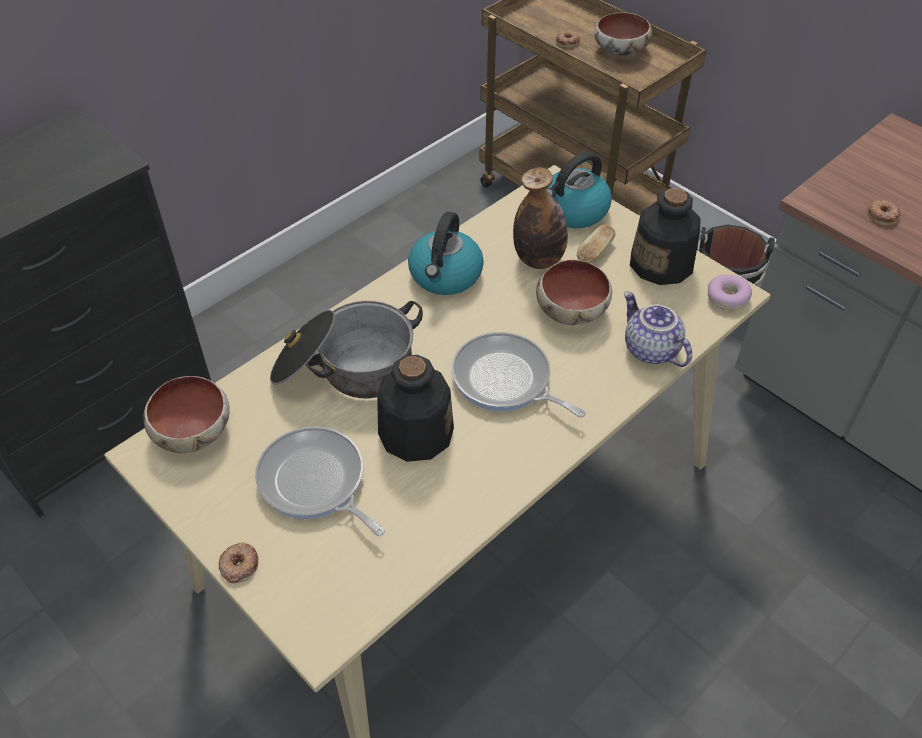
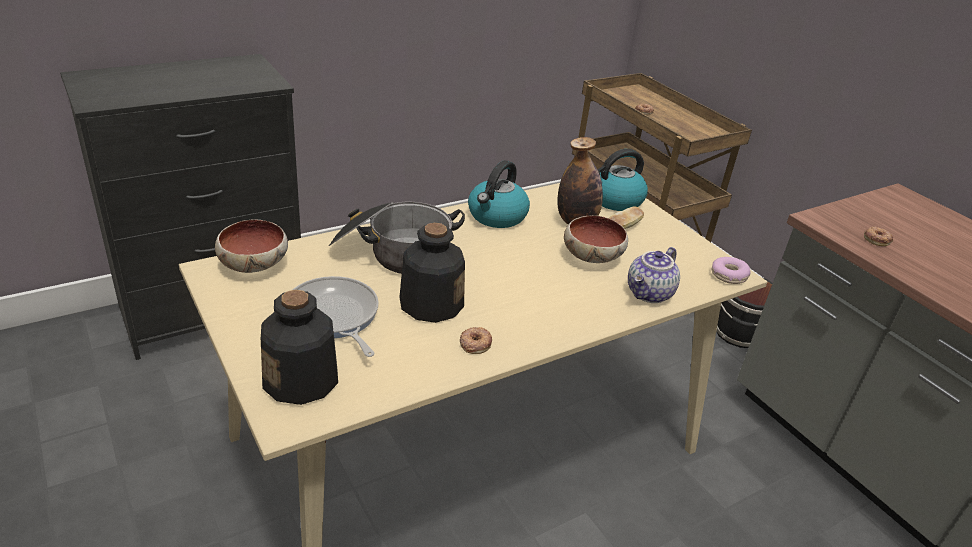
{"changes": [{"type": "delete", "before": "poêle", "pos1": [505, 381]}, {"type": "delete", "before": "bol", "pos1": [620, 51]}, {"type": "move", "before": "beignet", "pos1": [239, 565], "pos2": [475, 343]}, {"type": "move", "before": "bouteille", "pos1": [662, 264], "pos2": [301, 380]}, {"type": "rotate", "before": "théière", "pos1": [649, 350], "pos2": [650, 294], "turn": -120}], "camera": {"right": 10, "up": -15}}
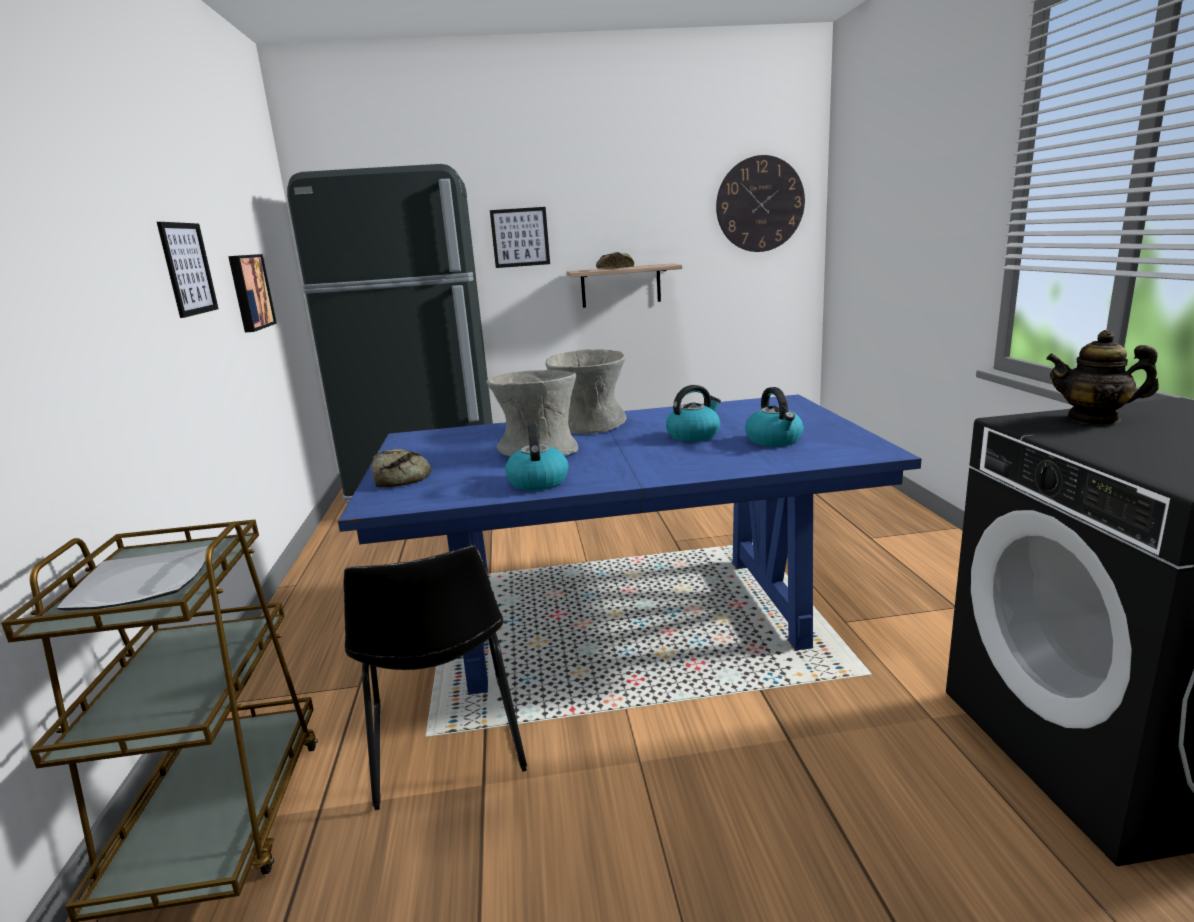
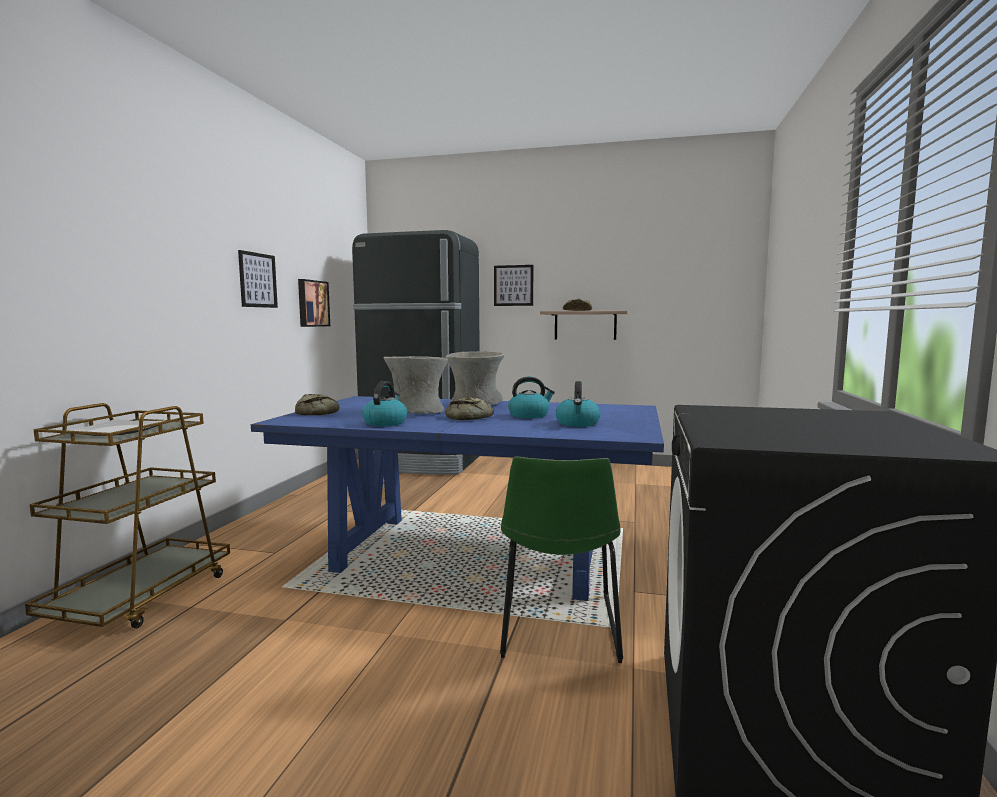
{"changes": [{"type": "delete", "before": "chaise [noir]", "pos1": [446, 743]}, {"type": "delete", "before": "horloge murale", "pos1": [760, 204]}, {"type": "delete", "before": "théière", "pos1": [1093, 419]}, {"type": "insert", "after": "pain", "pos2": [470, 417]}, {"type": "insert", "after": "chaise [vert]", "pos2": [559, 629]}], "camera": {"right": 20, "up": -10}}
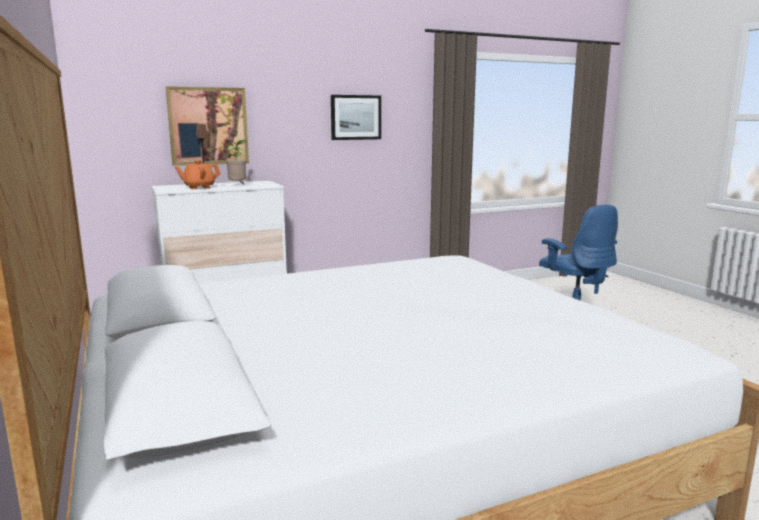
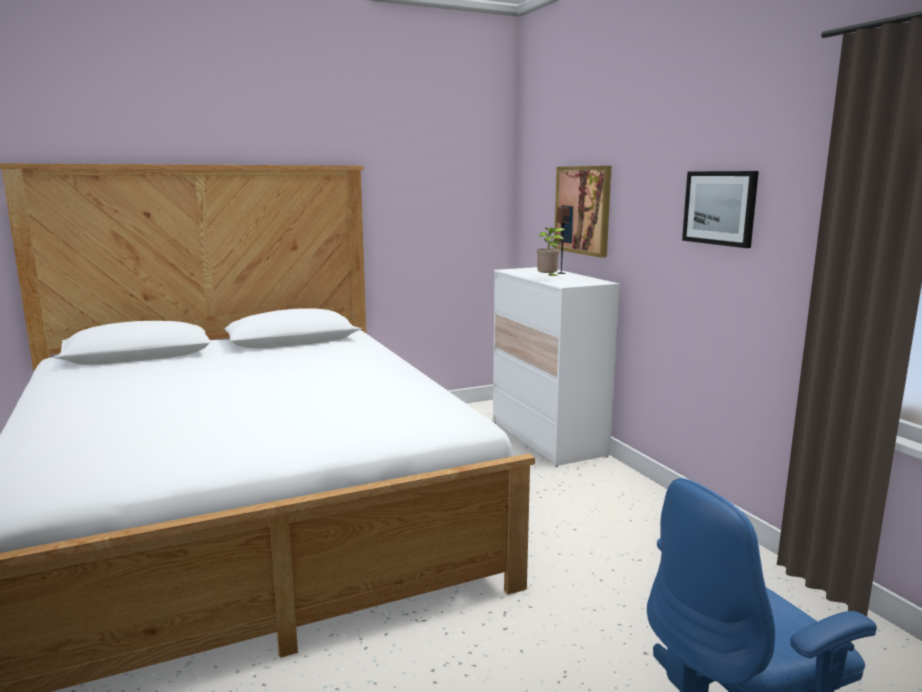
{"changes": [{"type": "delete", "before": "théière [orange]", "pos1": [199, 187]}], "camera": {"right": 90, "up": 0}}
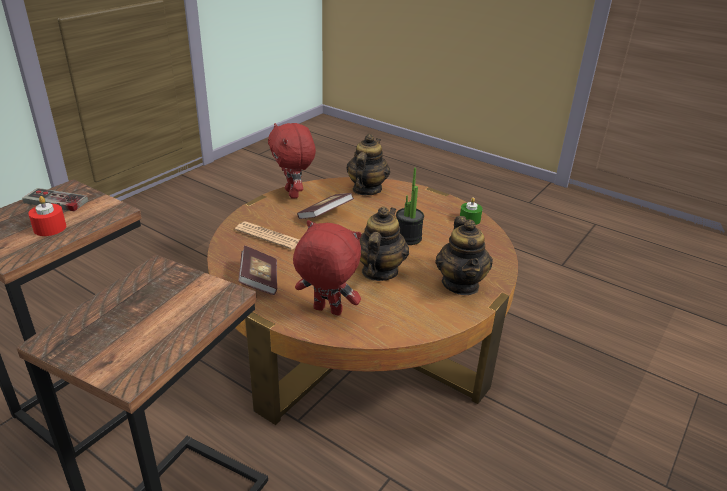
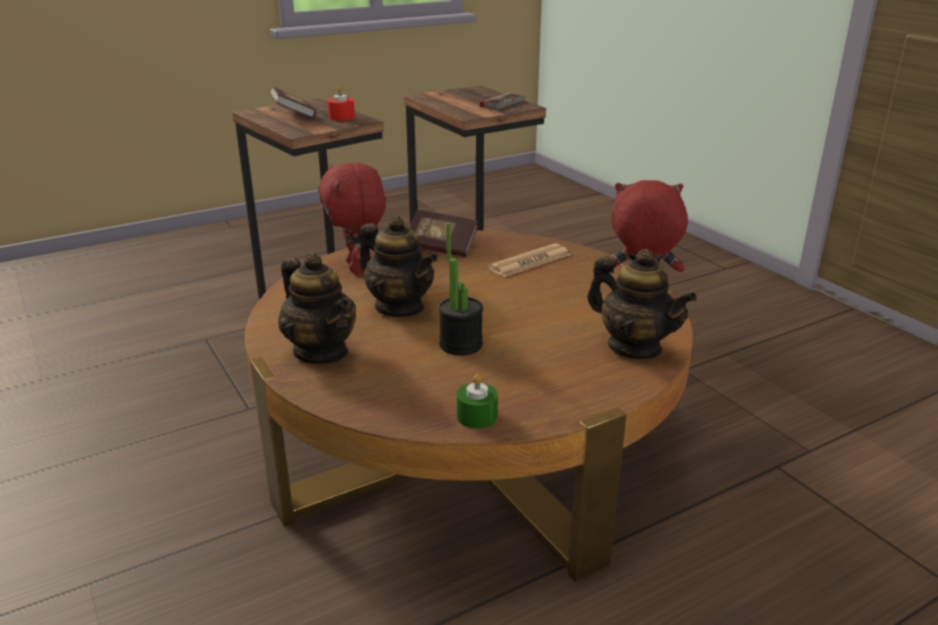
{"changes": [{"type": "move", "before": "bougie [rouge]", "pos1": [50, 228], "pos2": [341, 117]}, {"type": "move", "before": "livre", "pos1": [325, 215], "pos2": [293, 116]}, {"type": "rotate", "before": "peluche [rouge]", "pos1": [326, 311], "pos2": [358, 268], "turn": 120}, {"type": "rotate", "before": "théière", "pos1": [461, 284], "pos2": [321, 352], "turn": -150}], "camera": {"right": 115, "up": -5}}
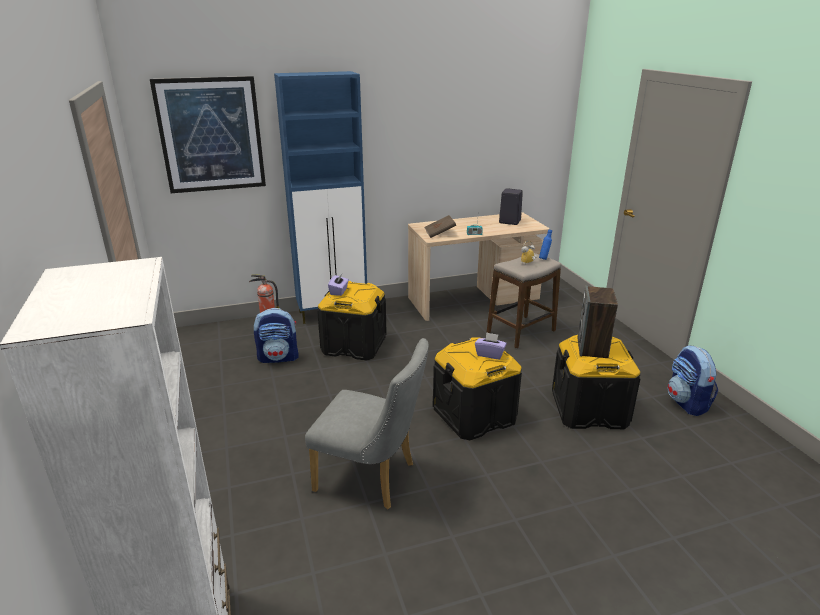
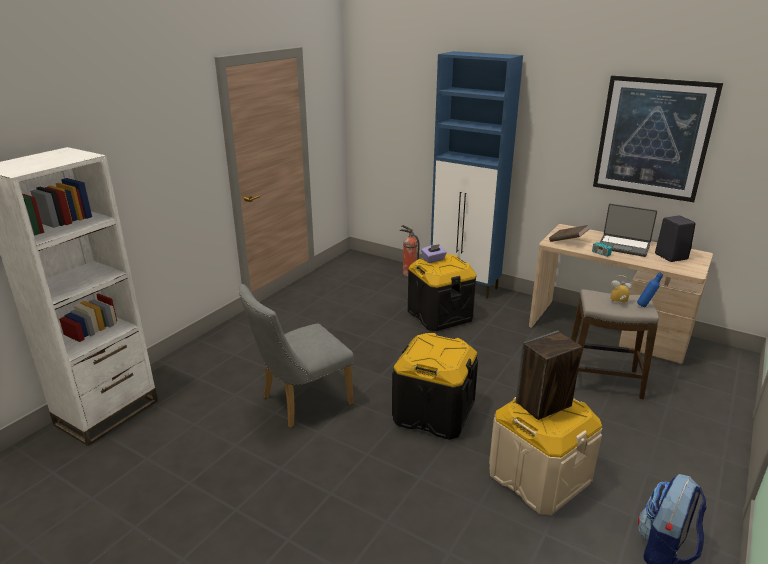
{"changes": [{"type": "delete", "before": "sac à dos", "pos1": [279, 357]}, {"type": "delete", "before": "boîte à mouchoirs [violet]", "pos1": [490, 354]}, {"type": "insert", "after": "ordinateur portable", "pos2": [624, 246]}, {"type": "move", "before": "tableau", "pos1": [211, 135], "pos2": [653, 138]}, {"type": "recolor", "before": "boîte de rangement [noir]", "after": "boîte de rangement [beige]", "pos1": [589, 410], "pos2": [539, 477]}, {"type": "rotate", "before": "chaise [gris]", "pos1": [372, 478], "pos2": [301, 402], "turn": 75}], "camera": {"right": 50, "up": 0}}
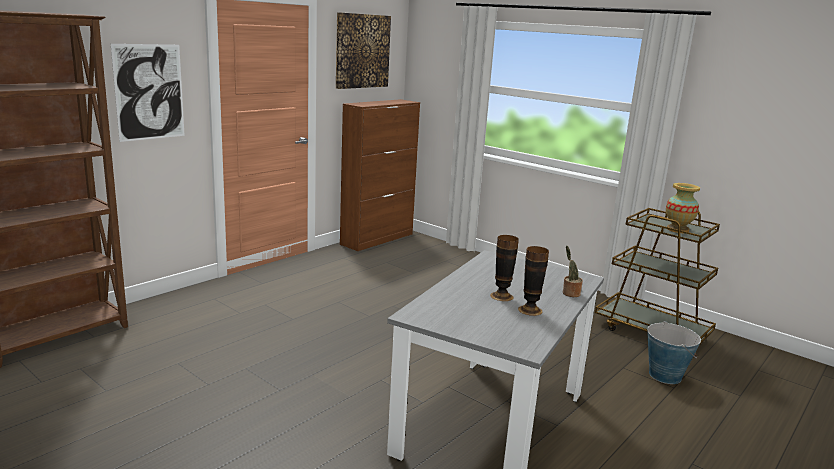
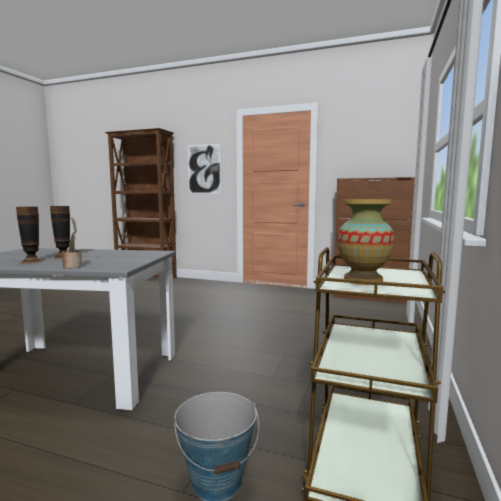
{"changes": [{"type": "delete", "before": "tableau", "pos1": [362, 51]}], "camera": {"right": 70, "up": -10}}
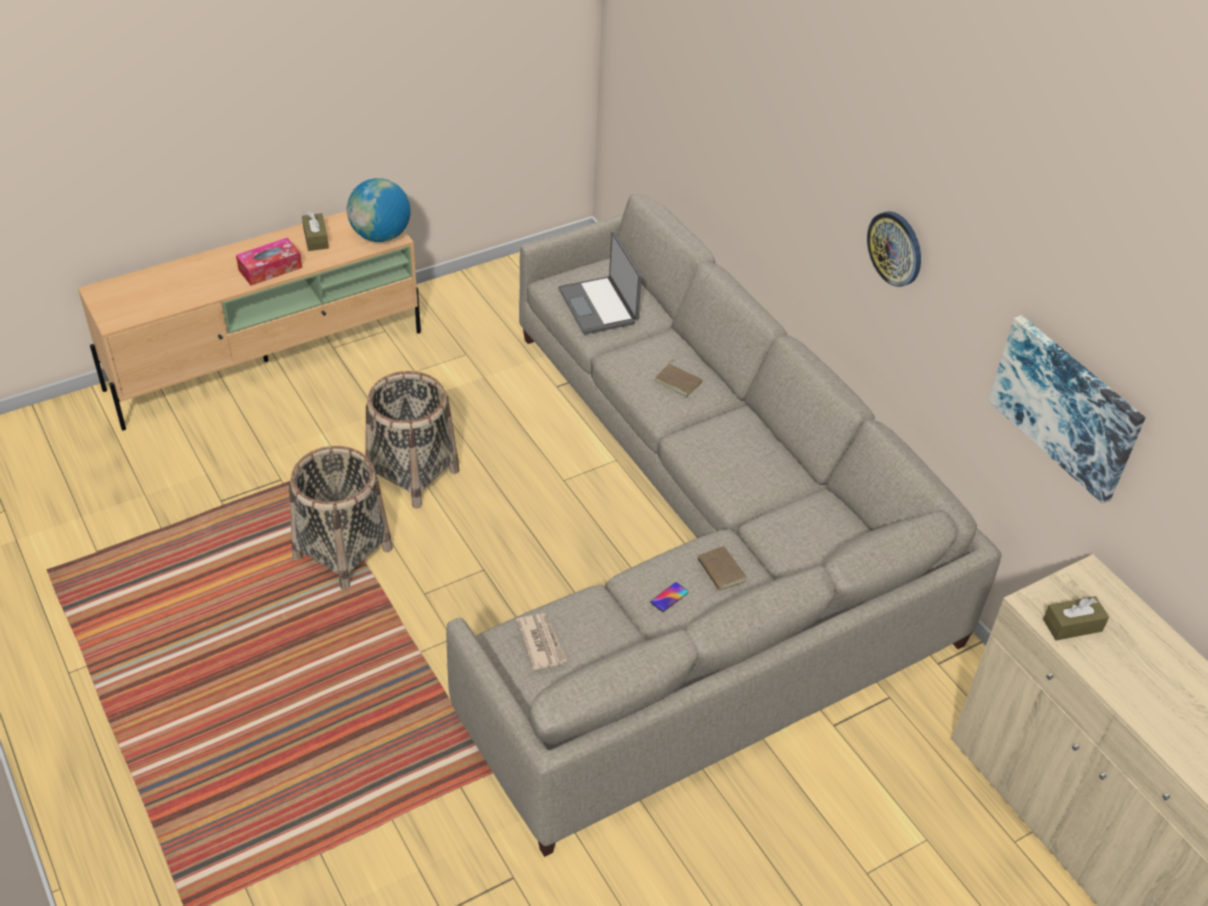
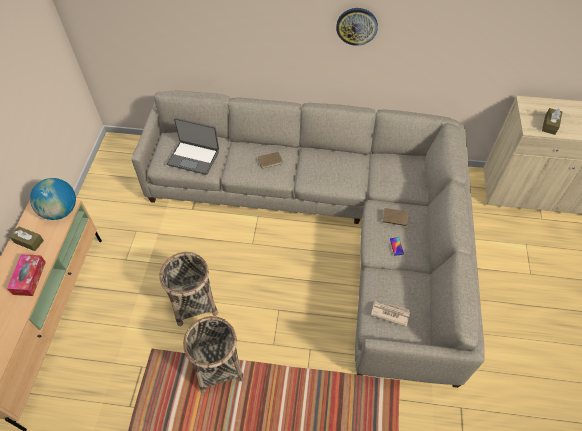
{"changes": [{"type": "delete", "before": "tableau", "pos1": [1066, 406]}], "camera": {"right": -50, "up": 10}}
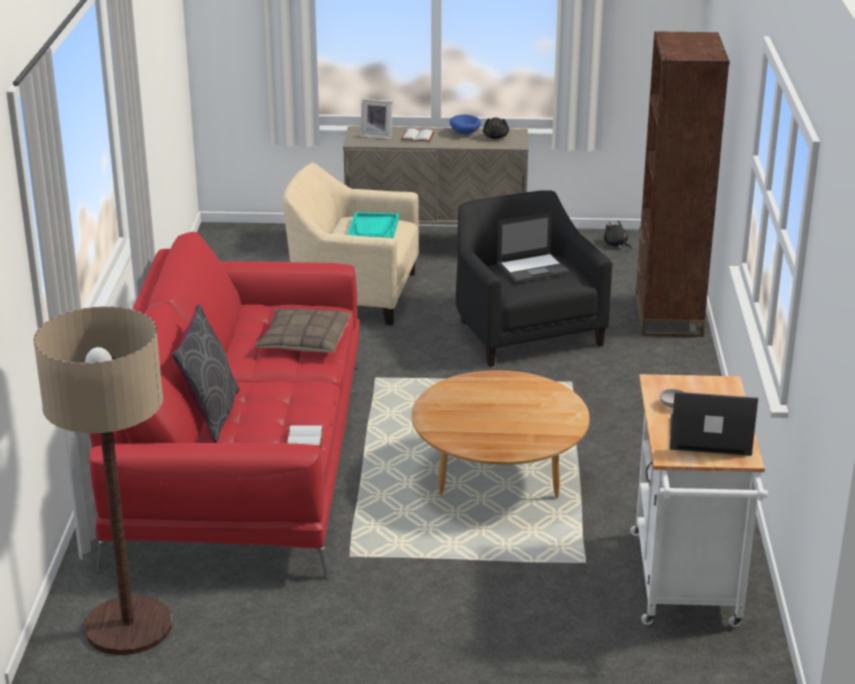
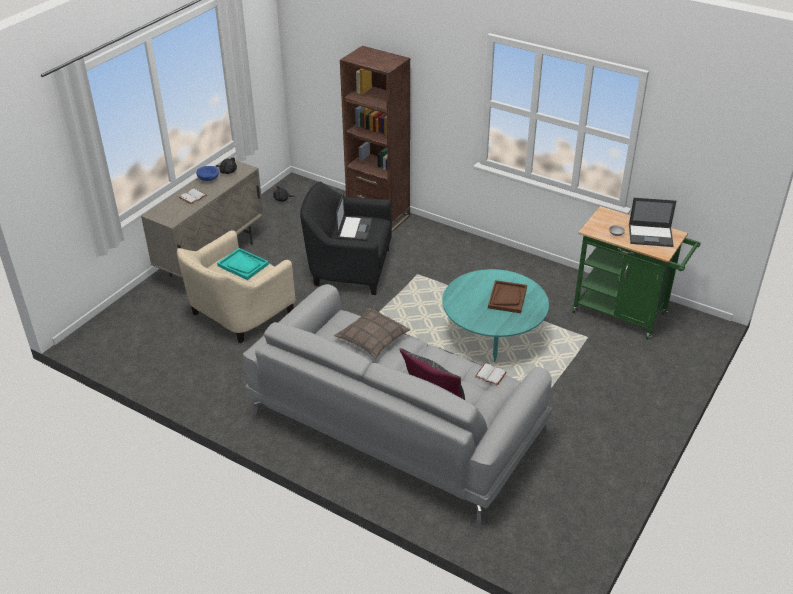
{"changes": [{"type": "delete", "before": "lampadaire", "pos1": [128, 626]}, {"type": "delete", "before": "cadre photo", "pos1": [377, 136]}, {"type": "insert", "after": "plateau [marron]", "pos2": [507, 298]}, {"type": "recolor", "before": "canapé [rouge]", "after": "canapé [gris]", "pos1": [243, 456], "pos2": [395, 424]}, {"type": "recolor", "before": "table basse [marron]", "after": "table basse [turquoise]", "pos1": [498, 478], "pos2": [492, 335]}, {"type": "recolor", "before": "chariot [blanc]", "after": "chariot [vert]", "pos1": [686, 586], "pos2": [625, 314]}, {"type": "rotate", "before": "ordinateur portable", "pos1": [709, 436], "pos2": [651, 235], "turn": -120}], "camera": {"right": -60, "up": 10}}
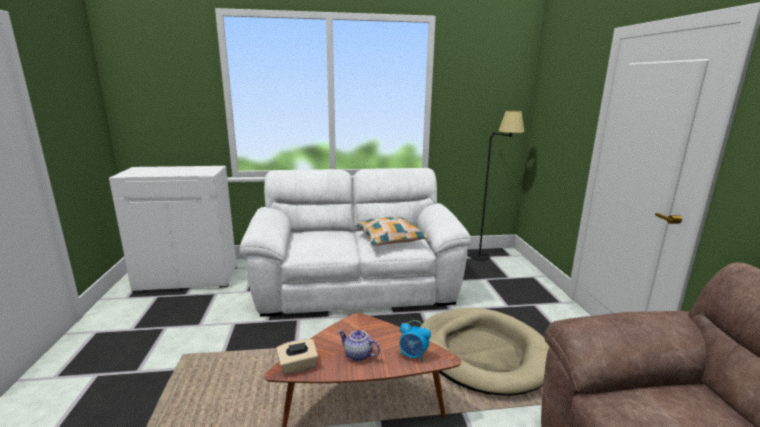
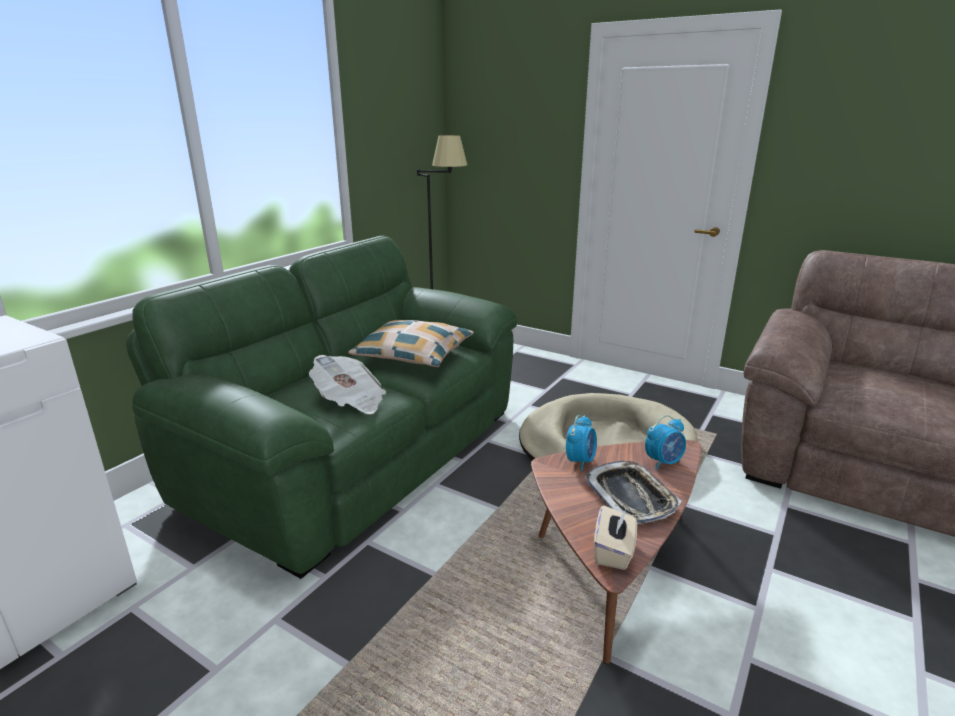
{"changes": [{"type": "insert", "after": "journal", "pos2": [350, 401]}, {"type": "insert", "after": "réveil", "pos2": [580, 461]}, {"type": "replace", "before": "théière", "after": "plateau", "pos1": [357, 355], "pos2": [630, 497]}, {"type": "recolor", "before": "canapé [blanc]", "after": "canapé [vert]", "pos1": [355, 284], "pos2": [356, 454]}], "camera": {"right": -50, "up": 5}}
